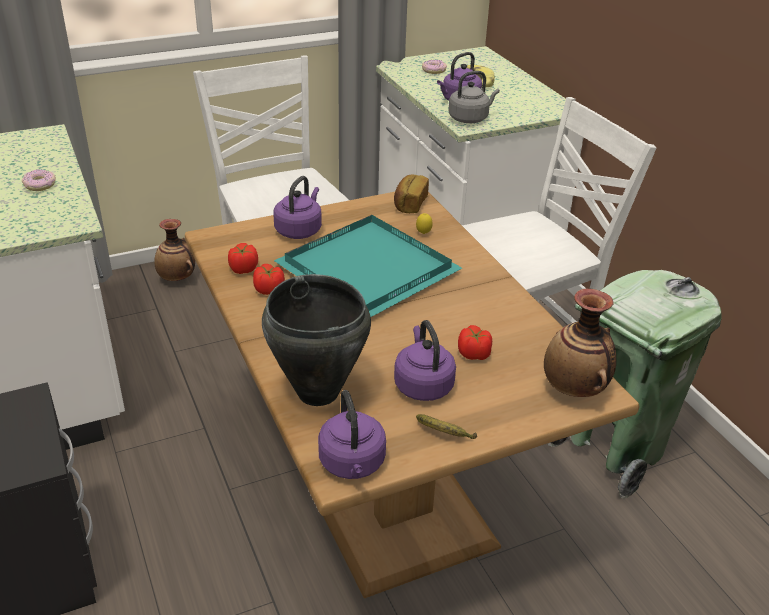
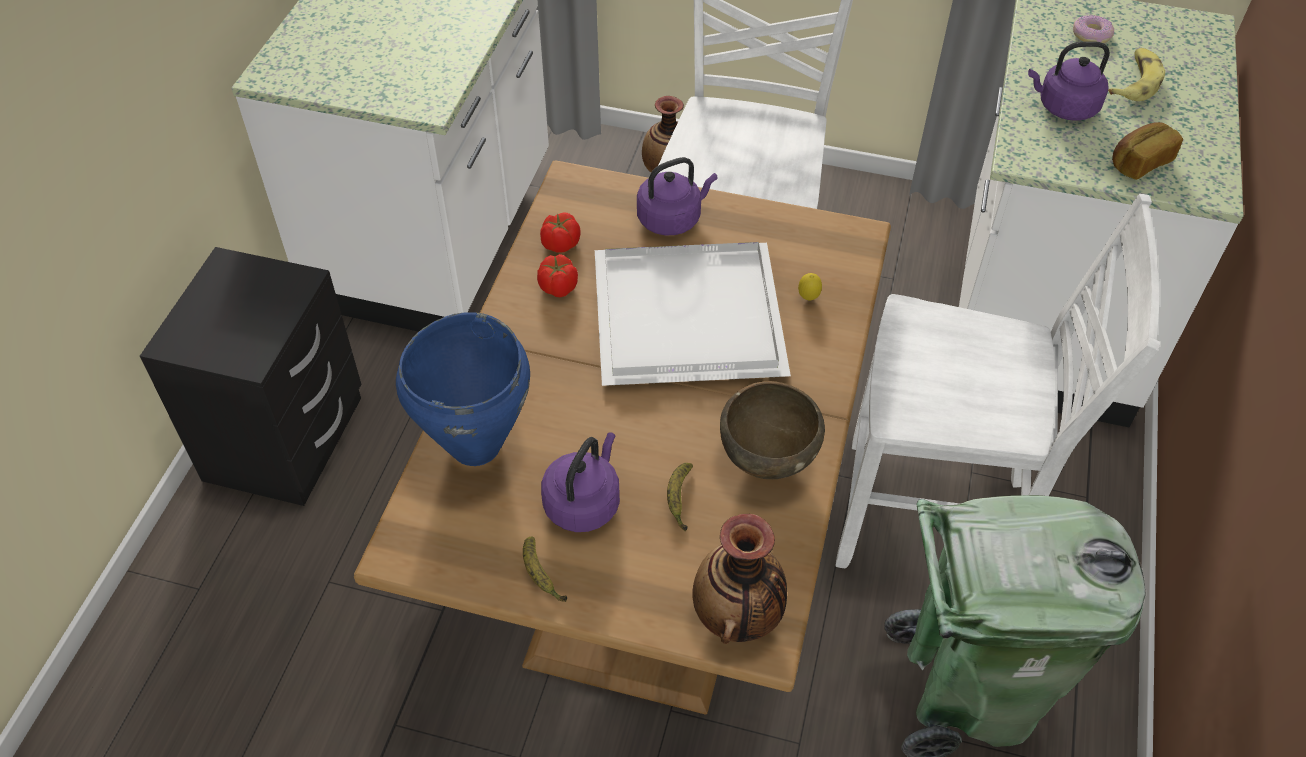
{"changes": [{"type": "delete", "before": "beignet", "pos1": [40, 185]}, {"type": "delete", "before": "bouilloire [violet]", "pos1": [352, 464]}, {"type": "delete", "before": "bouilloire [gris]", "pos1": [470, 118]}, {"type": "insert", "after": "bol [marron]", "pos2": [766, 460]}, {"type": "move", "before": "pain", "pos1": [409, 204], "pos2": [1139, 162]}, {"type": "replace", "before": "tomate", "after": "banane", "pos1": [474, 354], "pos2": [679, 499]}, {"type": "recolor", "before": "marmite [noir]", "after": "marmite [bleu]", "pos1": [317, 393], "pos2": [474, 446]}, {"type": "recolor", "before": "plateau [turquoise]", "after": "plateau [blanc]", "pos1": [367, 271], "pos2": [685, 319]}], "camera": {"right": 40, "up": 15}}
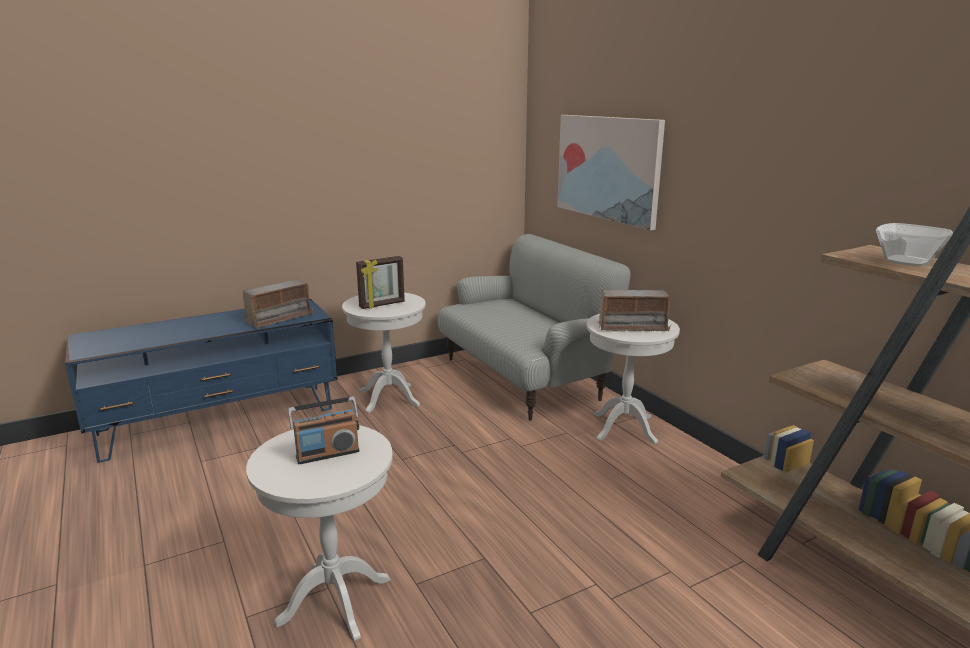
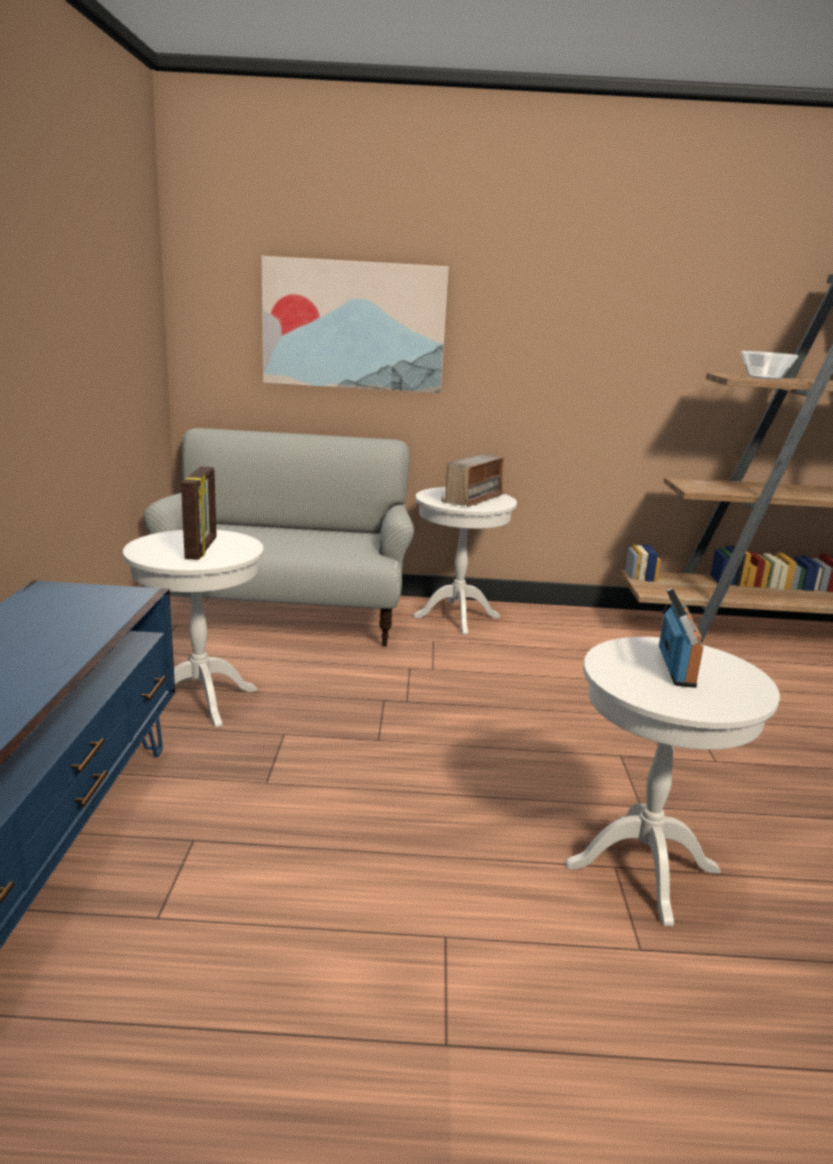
{"changes": [{"type": "delete", "before": "radio", "pos1": [279, 319]}], "camera": {"right": -60, "up": 0}}
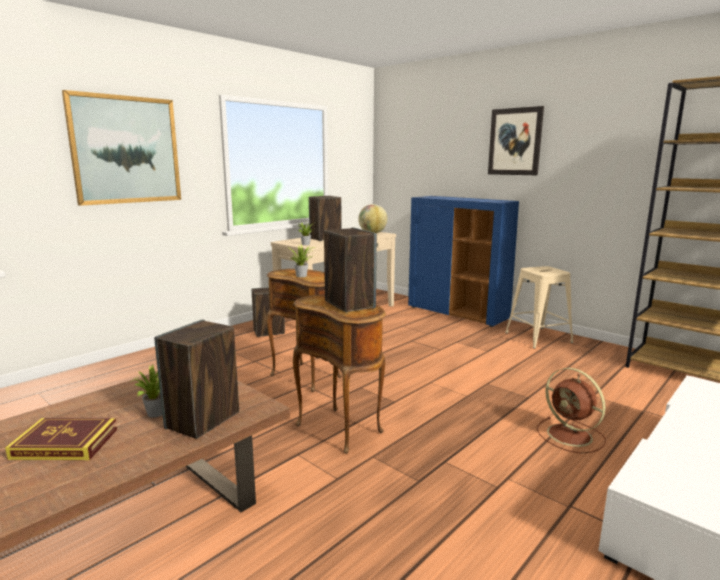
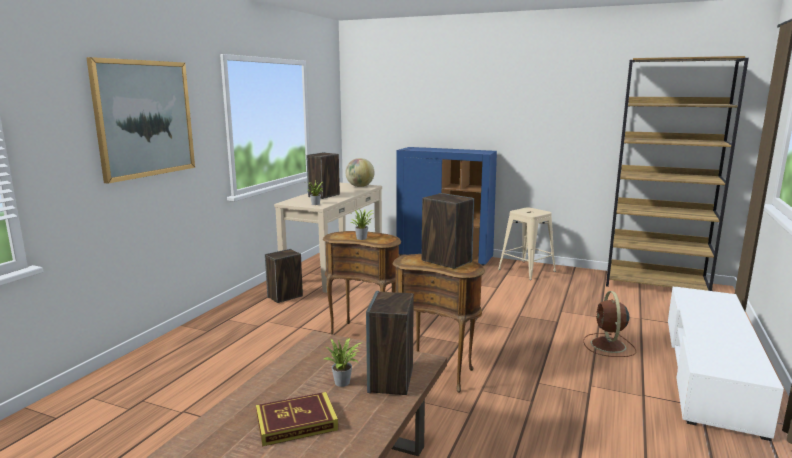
{"changes": [{"type": "delete", "before": "tableau", "pos1": [515, 142]}, {"type": "rotate", "before": "ventilateur [marron]", "pos1": [571, 436], "pos2": [608, 346], "turn": 60}], "camera": {"right": -20, "up": 0}}
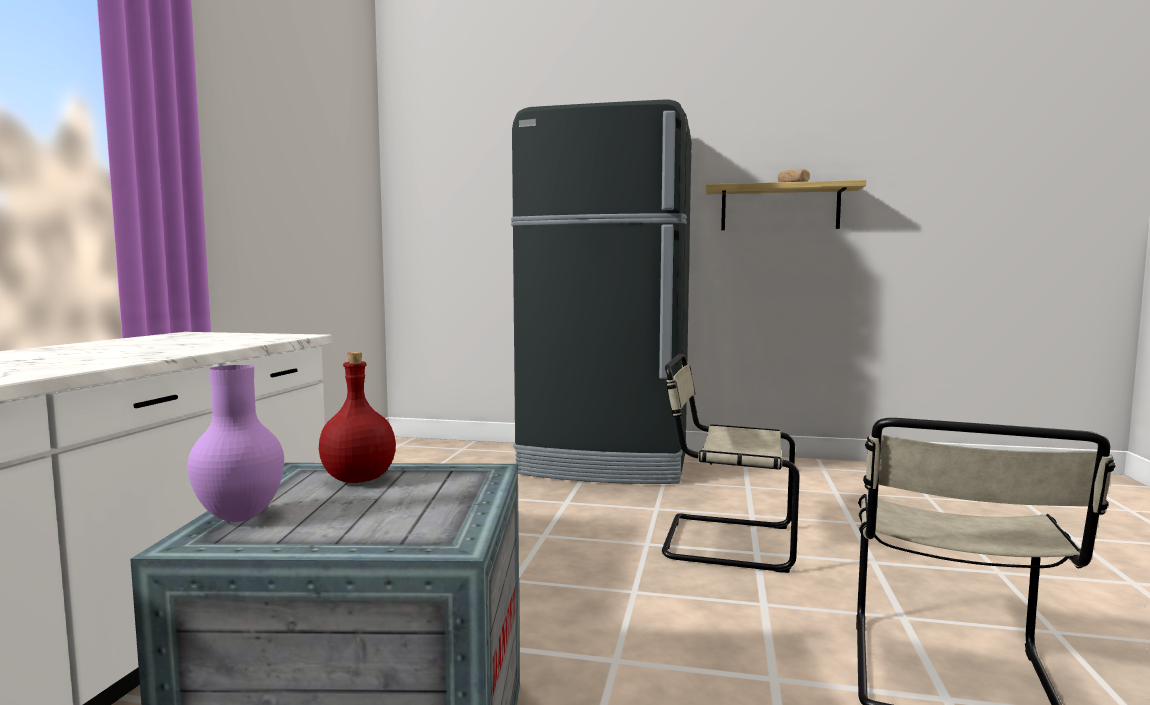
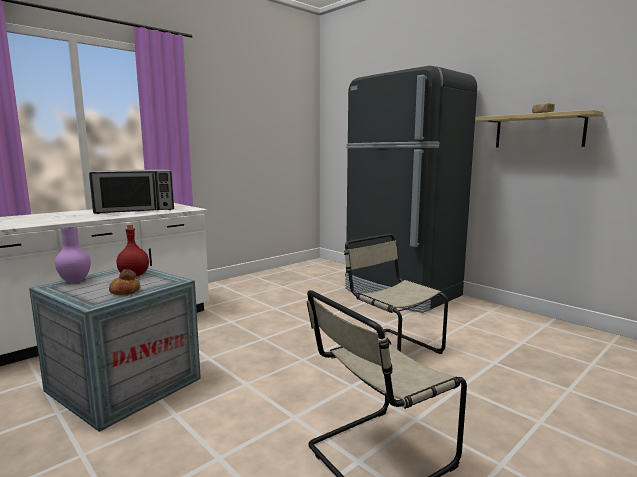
{"changes": [{"type": "insert", "after": "micro-ondes", "pos2": [135, 210]}, {"type": "insert", "after": "pain", "pos2": [125, 291]}], "camera": {"right": 35, "up": 5}}
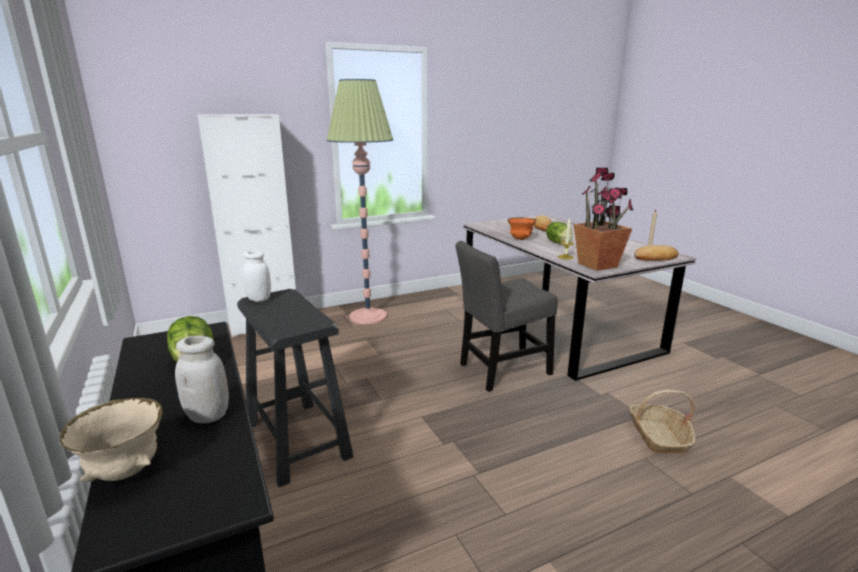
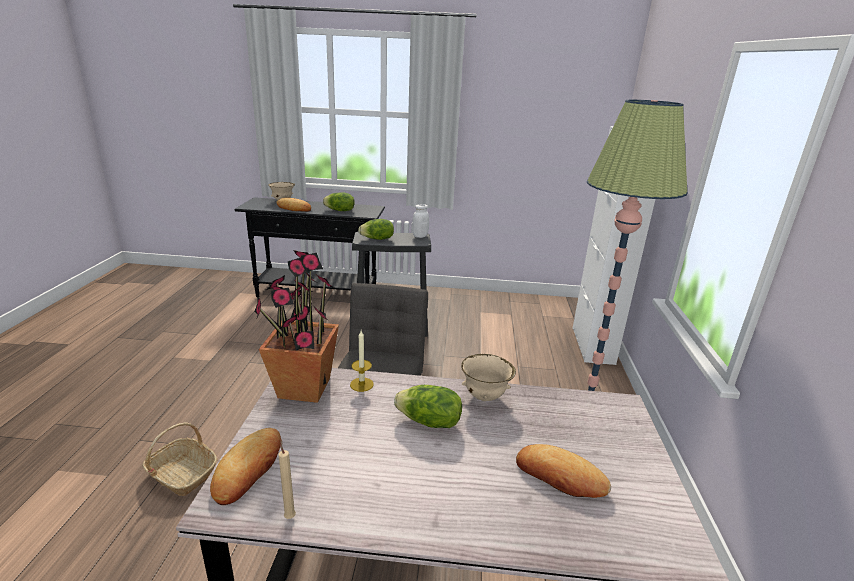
{"changes": [{"type": "insert", "after": "laitue", "pos2": [377, 239]}, {"type": "replace", "before": "bocal [blanc]", "after": "pain", "pos1": [208, 416], "pos2": [294, 208]}, {"type": "recolor", "before": "bol [orange]", "after": "bol [beige]", "pos1": [520, 239], "pos2": [484, 397]}], "camera": {"right": 120, "up": 5}}
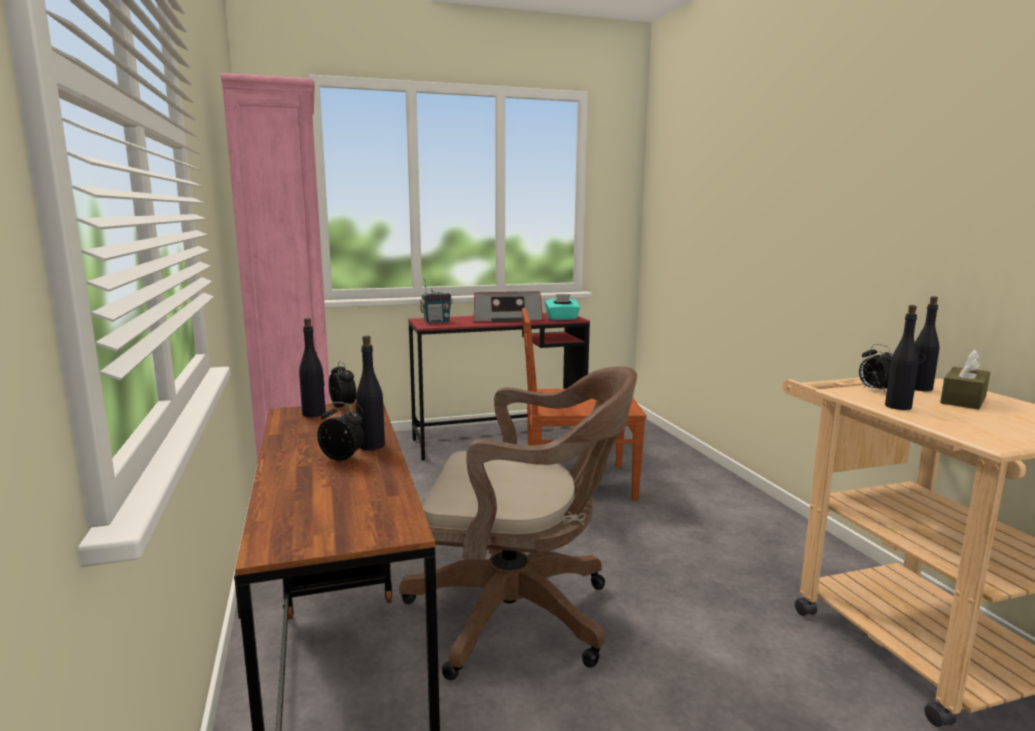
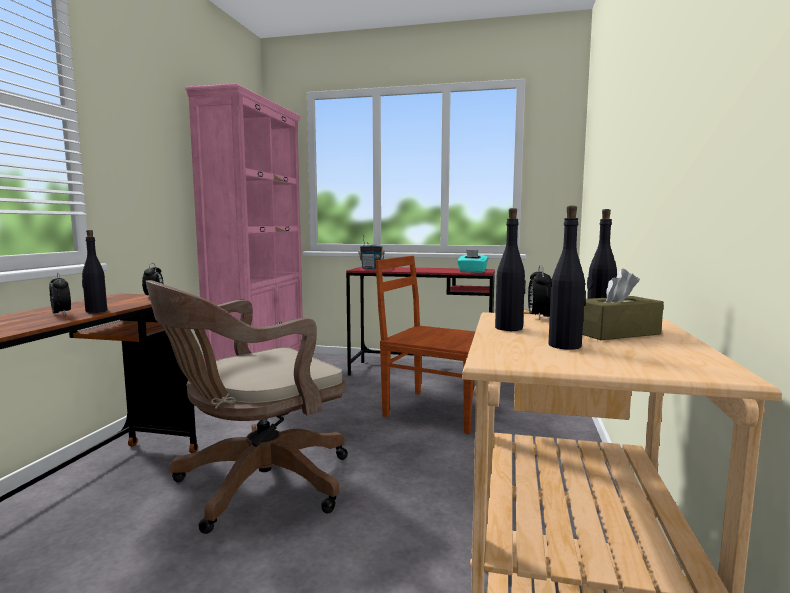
{"changes": [{"type": "delete", "before": "radio", "pos1": [506, 319]}, {"type": "move", "before": "bouteille [noir]", "pos1": [314, 414], "pos2": [565, 346]}, {"type": "rotate", "before": "chaise de bureau [marron]", "pos1": [521, 615], "pos2": [255, 486], "turn": 105}], "camera": {"right": 30, "up": -5}}
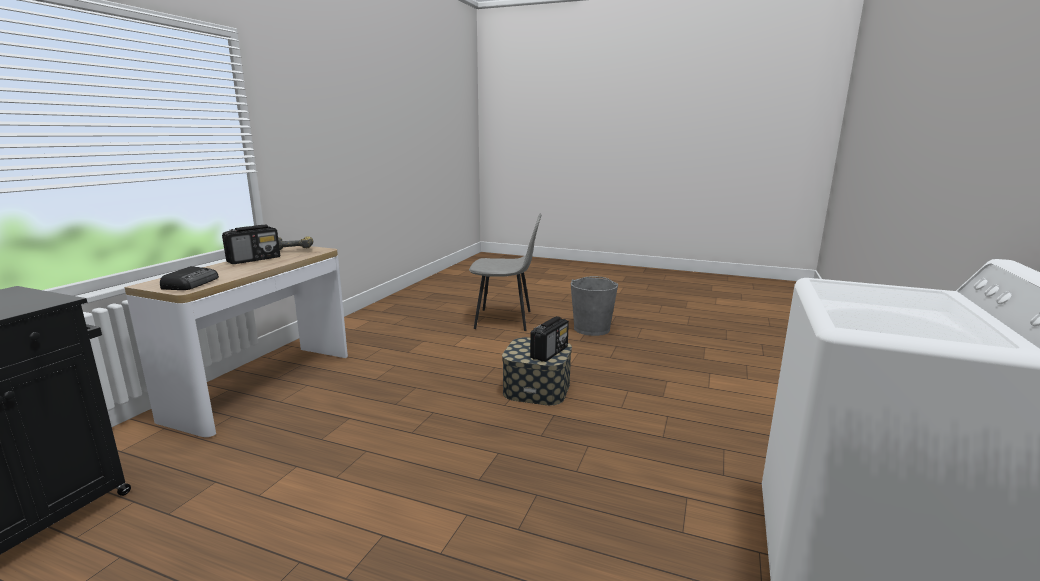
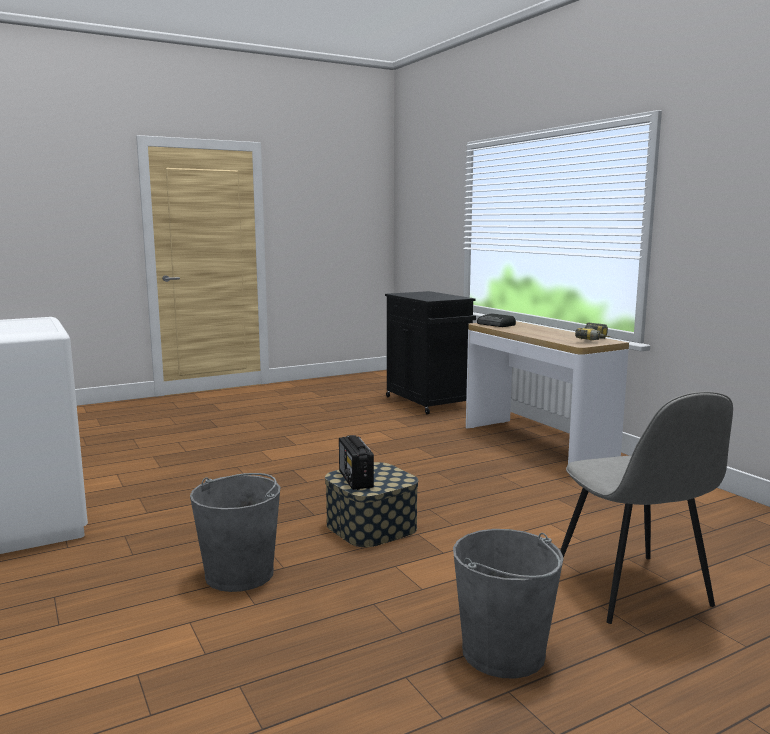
{"changes": [{"type": "delete", "before": "radio", "pos1": [254, 259]}, {"type": "insert", "after": "seau [gris]", "pos2": [240, 574]}, {"type": "rotate", "before": "chaise [gris]", "pos1": [505, 320], "pos2": [632, 590], "turn": -60}], "camera": {"right": 130, "up": -5}}
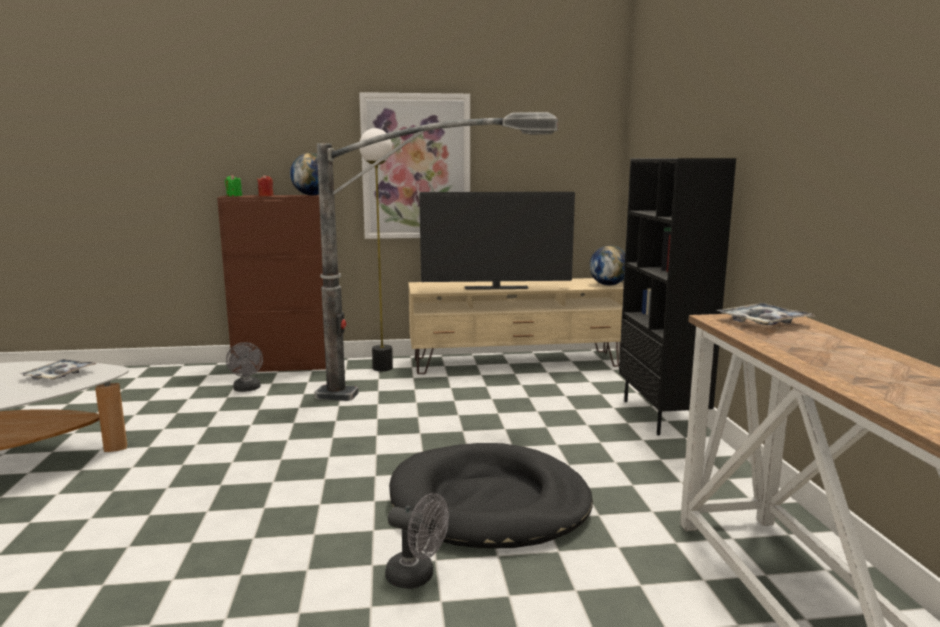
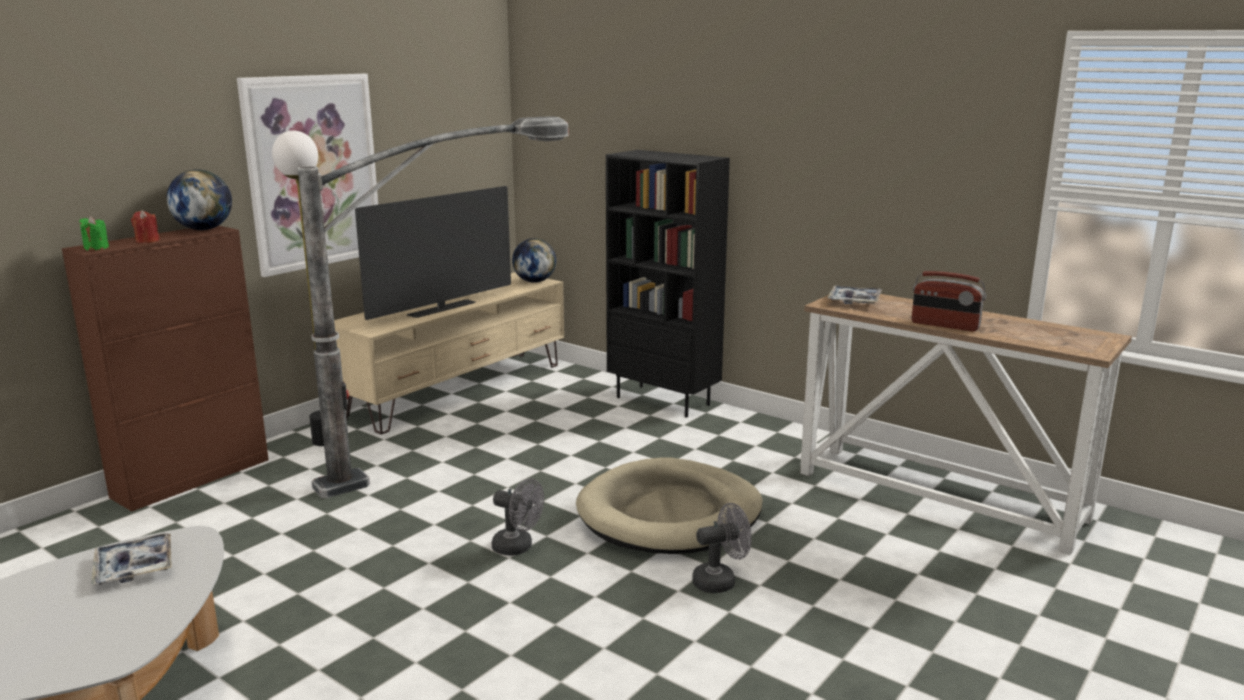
{"changes": [{"type": "insert", "after": "radio", "pos2": [945, 325]}, {"type": "move", "before": "ventilateur [gris]", "pos1": [247, 389], "pos2": [518, 548]}, {"type": "recolor", "before": "panier pour chien [noir]", "after": "panier pour chien [beige]", "pos1": [489, 502], "pos2": [670, 514]}], "camera": {"right": -45, "up": 5}}
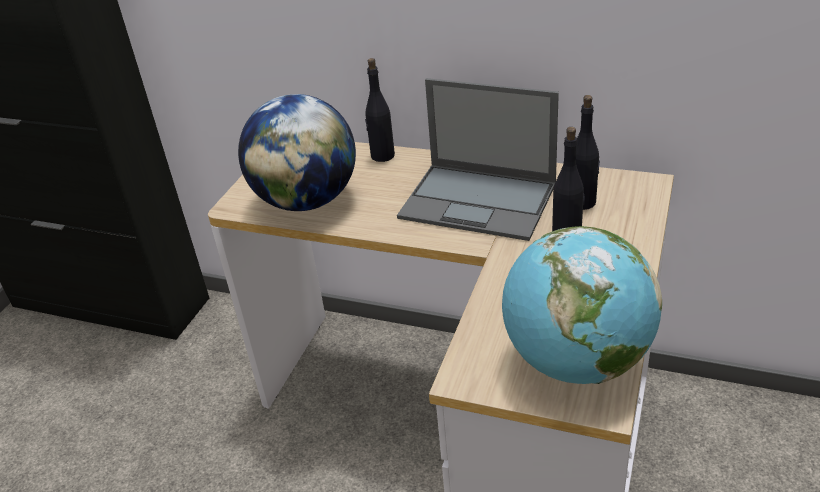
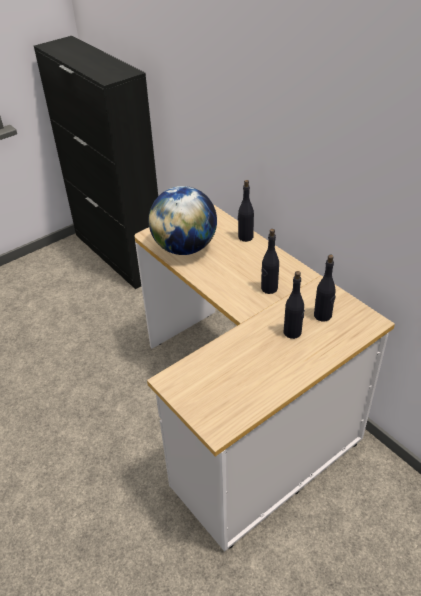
{"changes": [{"type": "delete", "before": "globe", "pos1": [576, 362]}, {"type": "replace", "before": "ordinateur portable", "after": "bouteille [noir]", "pos1": [480, 201], "pos2": [269, 288]}], "camera": {"right": 30, "up": 5}}
